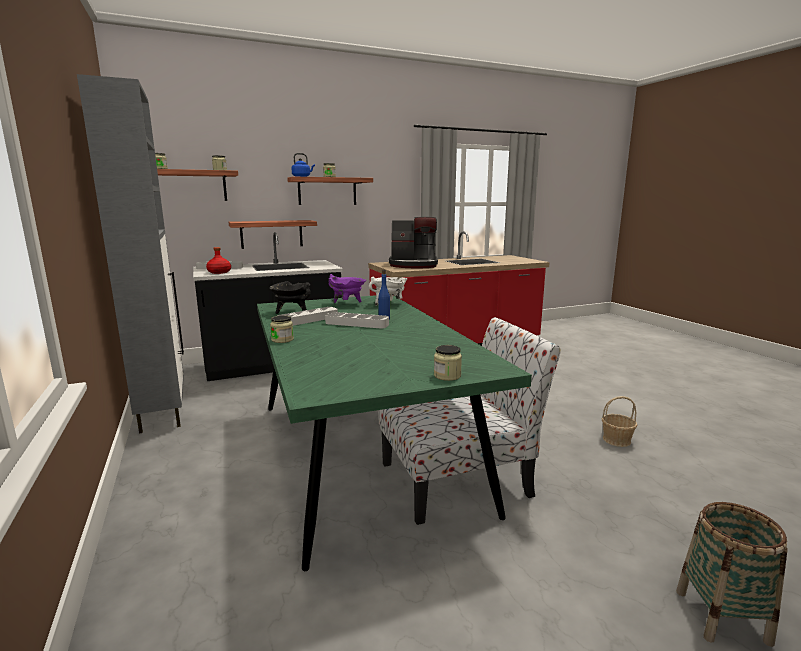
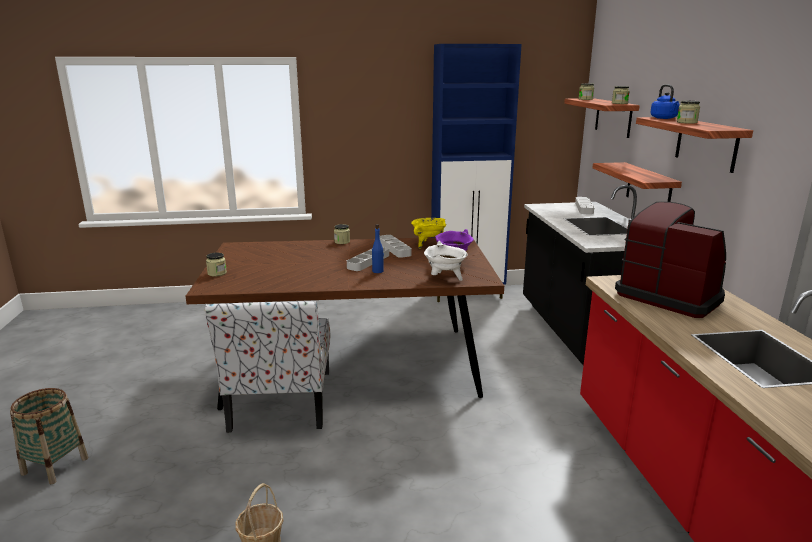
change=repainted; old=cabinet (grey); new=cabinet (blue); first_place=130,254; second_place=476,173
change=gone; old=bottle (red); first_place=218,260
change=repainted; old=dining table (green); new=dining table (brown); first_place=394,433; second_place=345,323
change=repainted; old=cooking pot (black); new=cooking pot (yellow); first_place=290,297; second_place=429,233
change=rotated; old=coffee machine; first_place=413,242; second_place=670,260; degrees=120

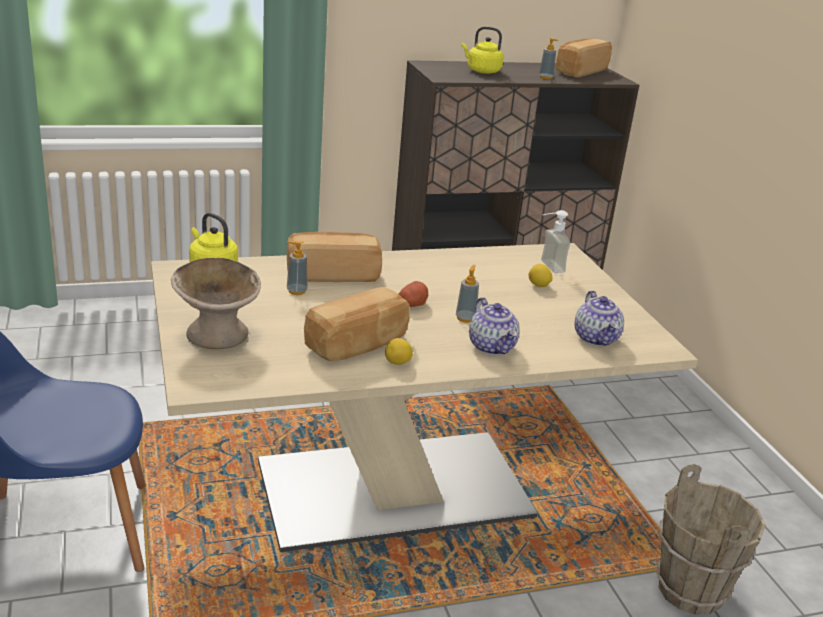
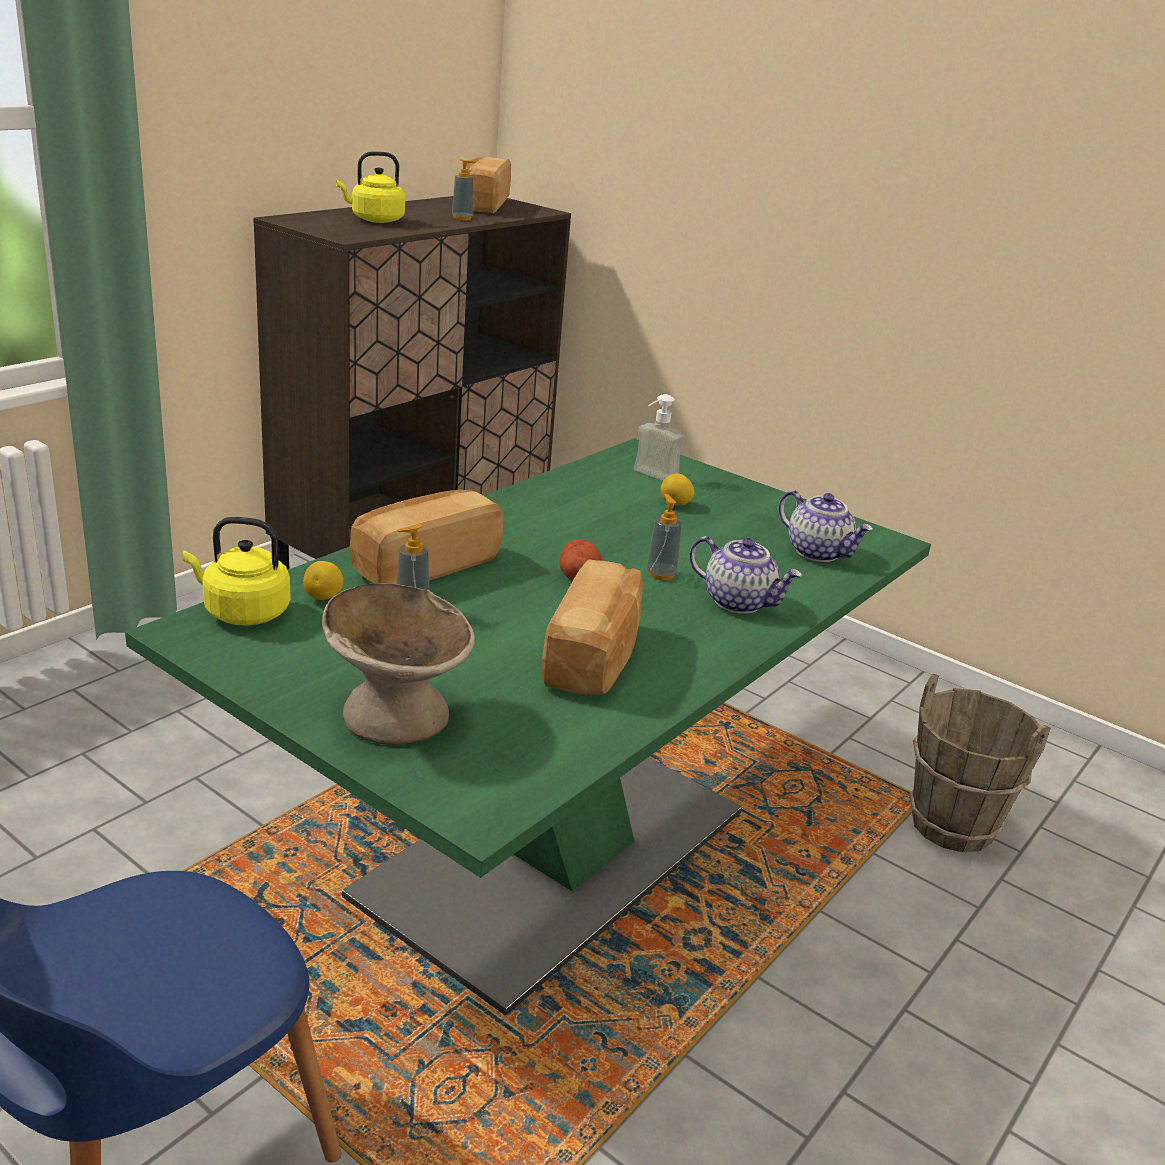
change=repainted; old=dining table (beige); new=dining table (green); first_place=424,397; second_place=528,727
change=shifted; old=lemon; first_place=399,351; second_place=323,580

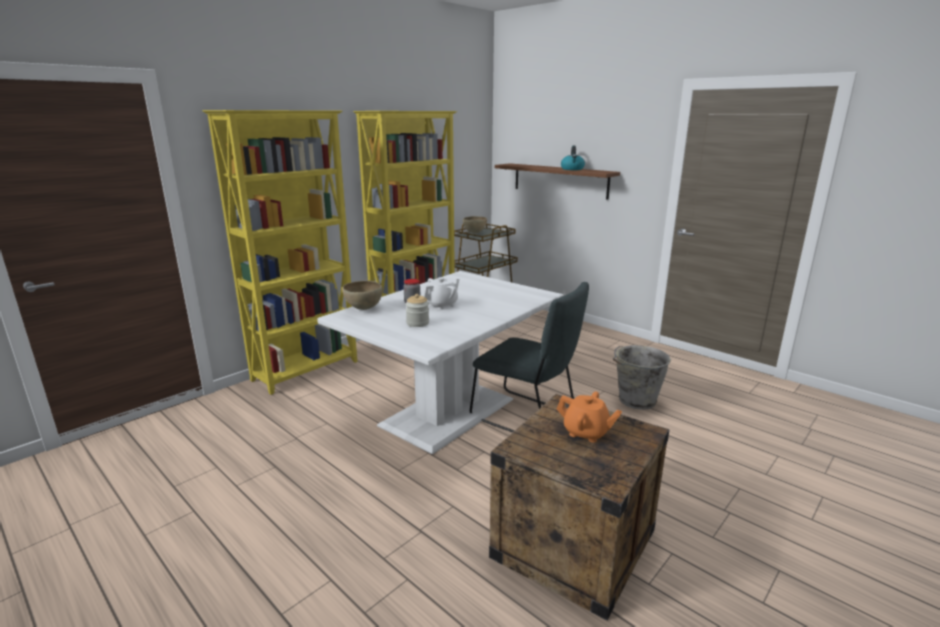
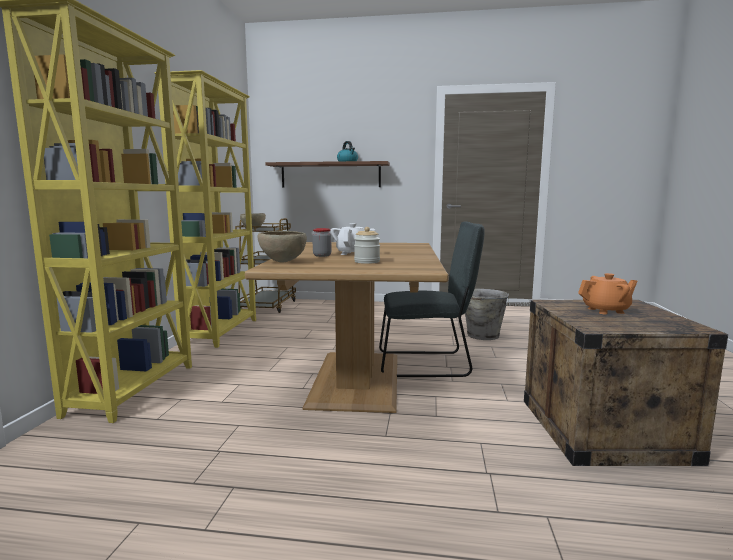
change=repainted; old=dining table (white); new=dining table (brown); first_place=440,362; second_place=346,327

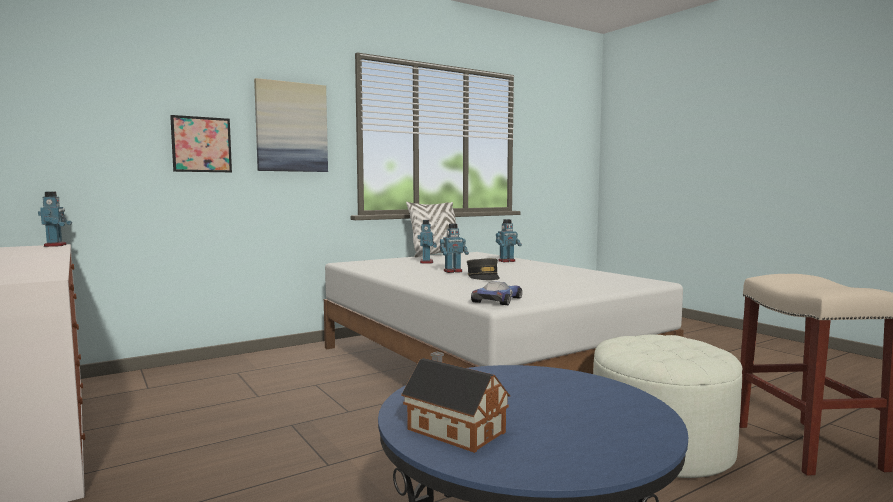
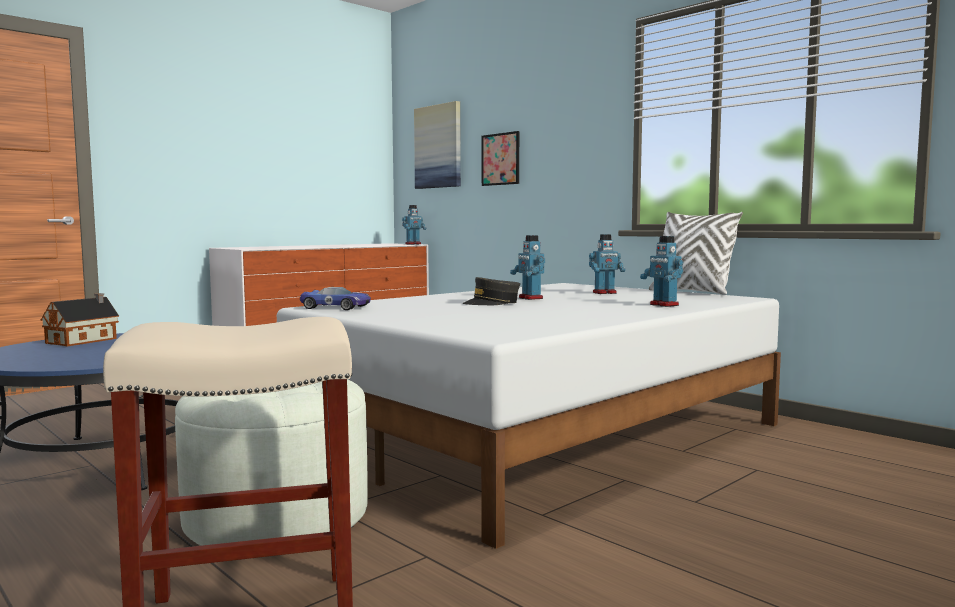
change=shifted; old=picture; first_place=291,125; second_place=437,145

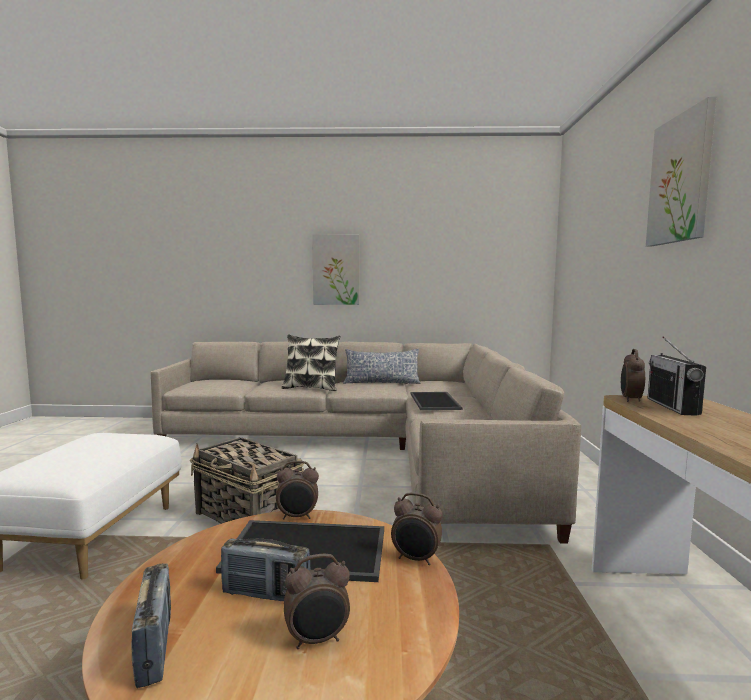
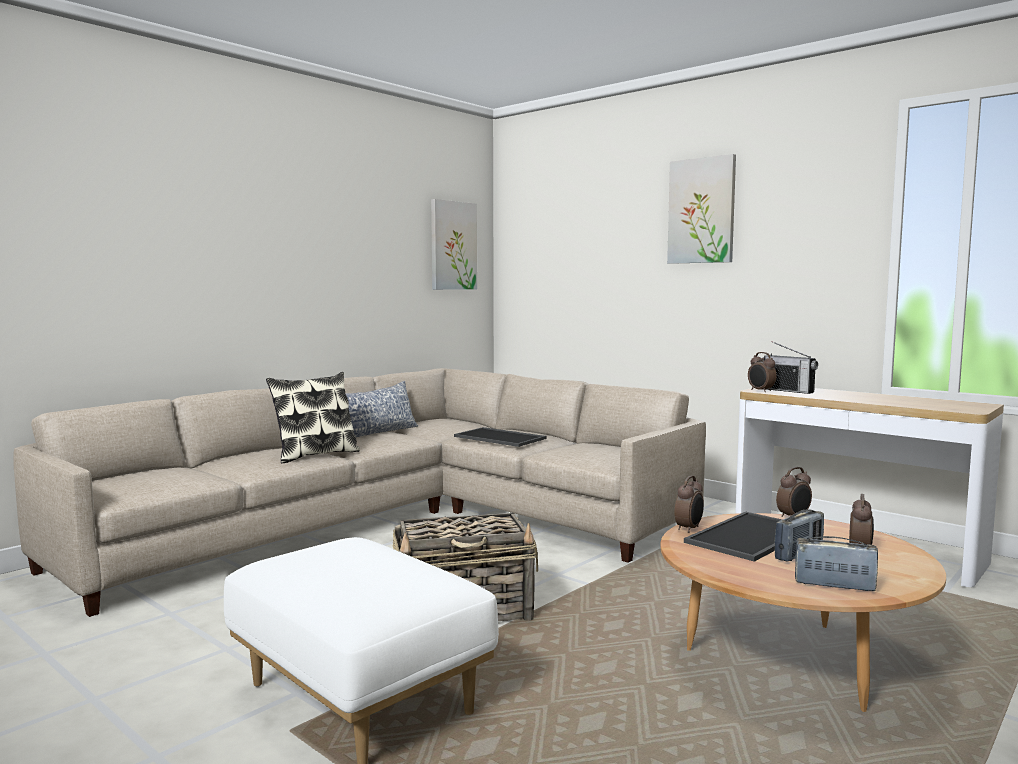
change=shifted; old=picture; first_place=335,270; second_place=454,244

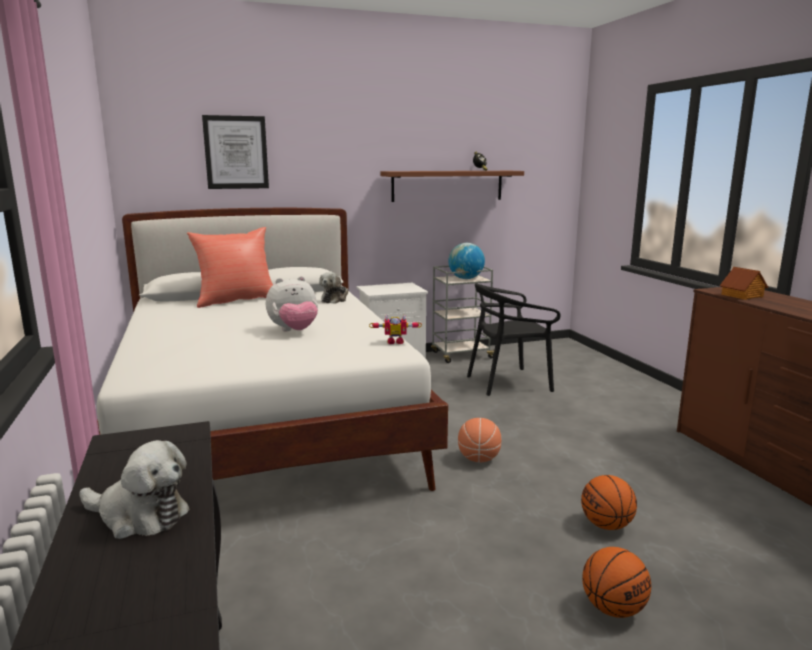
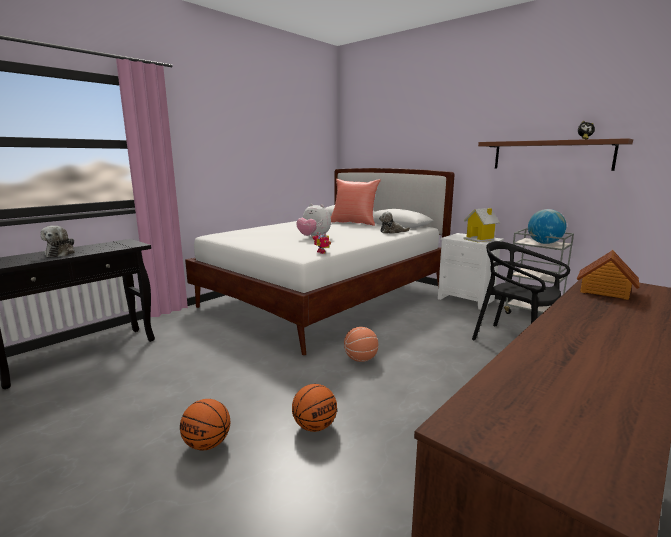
change=gone; old=picture; first_place=235,152
change=new; new=toy house; second_place=482,225

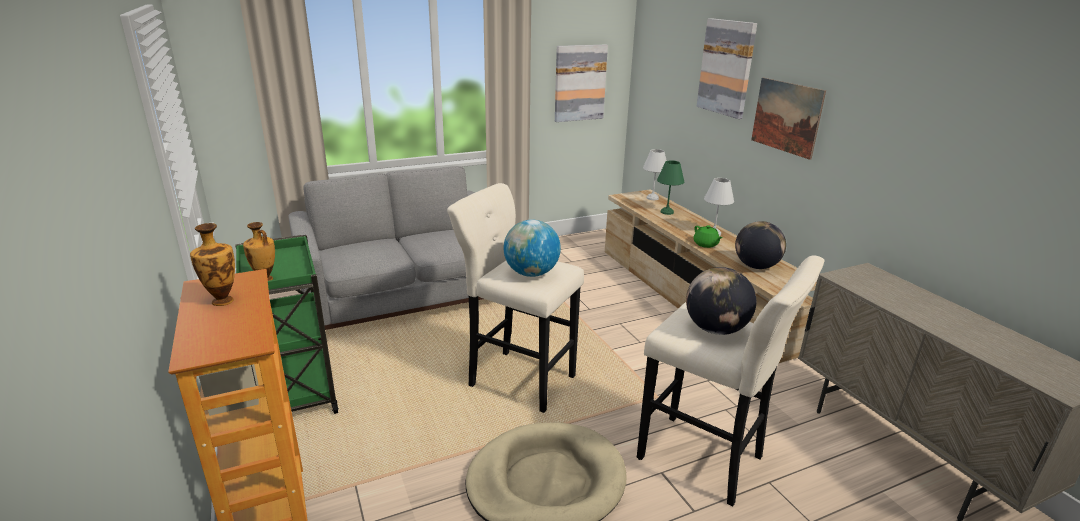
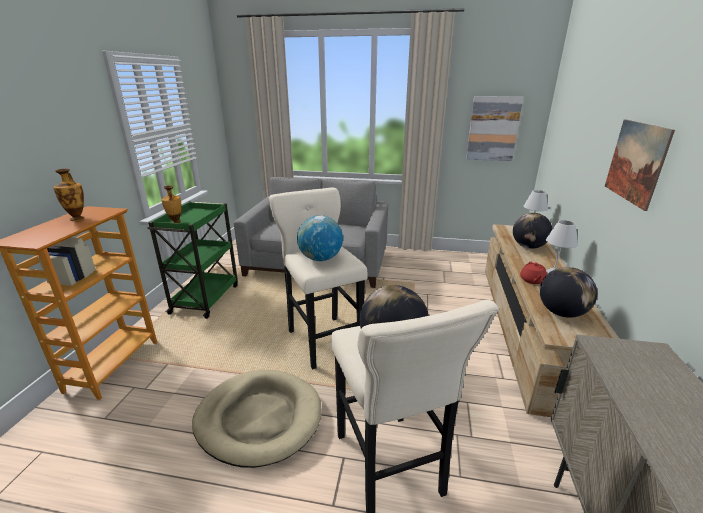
change=swapped; old=table lamp (green); new=globe; first_place=670,187; second_place=532,231
change=repainted; old=teapot (green); new=teapot (red); first_place=708,236; second_place=533,272
change=gone; old=picture; first_place=726,68

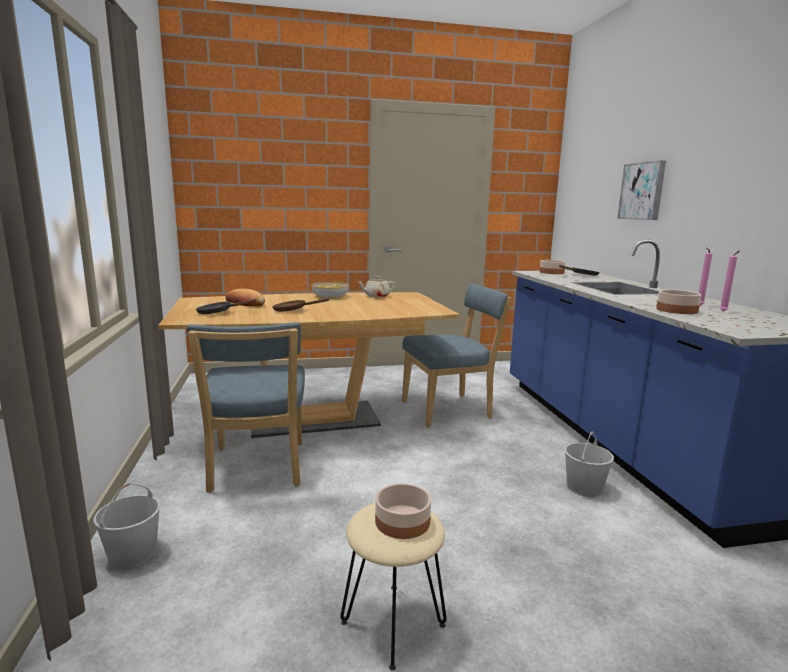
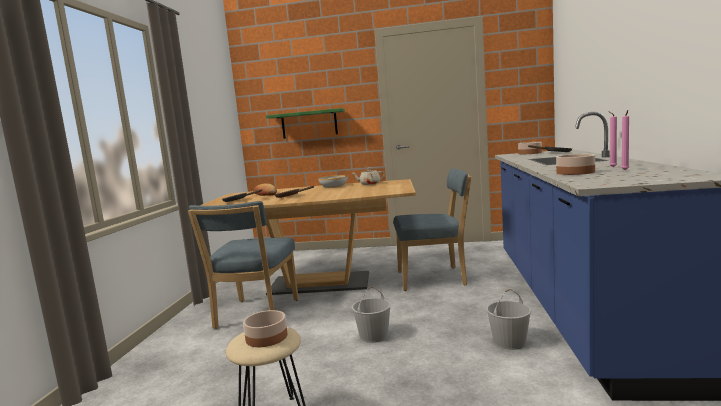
change=shifted; old=bucket (white); first_place=127,526; second_place=371,315
change=gone; old=picture; first_place=641,190
change=new; new=shelf (green); second_place=305,123

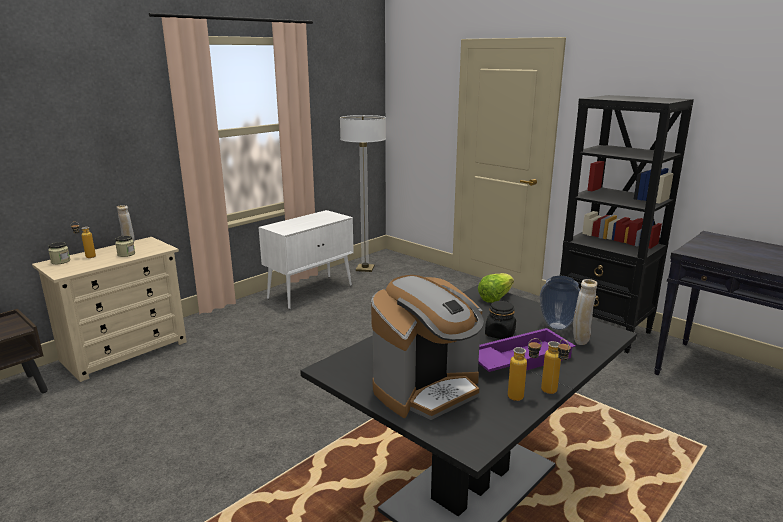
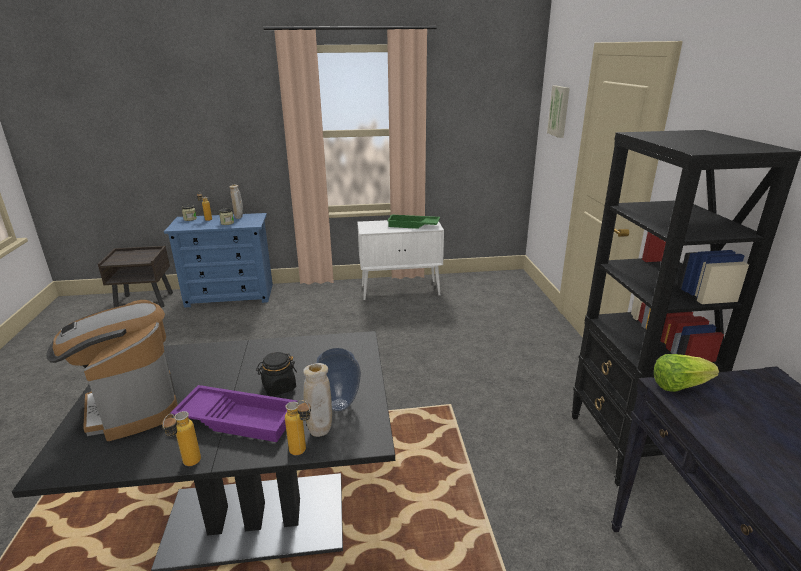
change=repainted; old=dresser (beige); new=dresser (blue); first_place=109,309; second_place=218,260
change=gone; old=floor lamp; first_place=363,193
change=rotated; old=coffee machine; first_place=427,347; second_place=112,370; degrees=60
change=shifted; old=lettuce; first_place=496,288; second_place=686,373
change=shifted; old=bottle; first_place=525,369; second_place=298,427
change=new; new=tray (green); second_place=413,221
change=new; new=picture; second_place=558,112

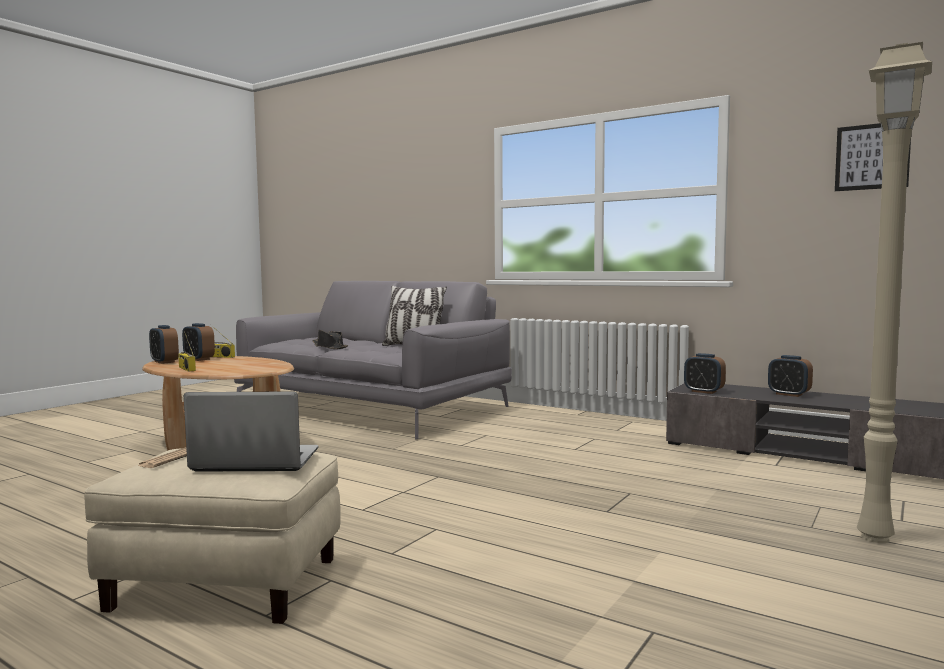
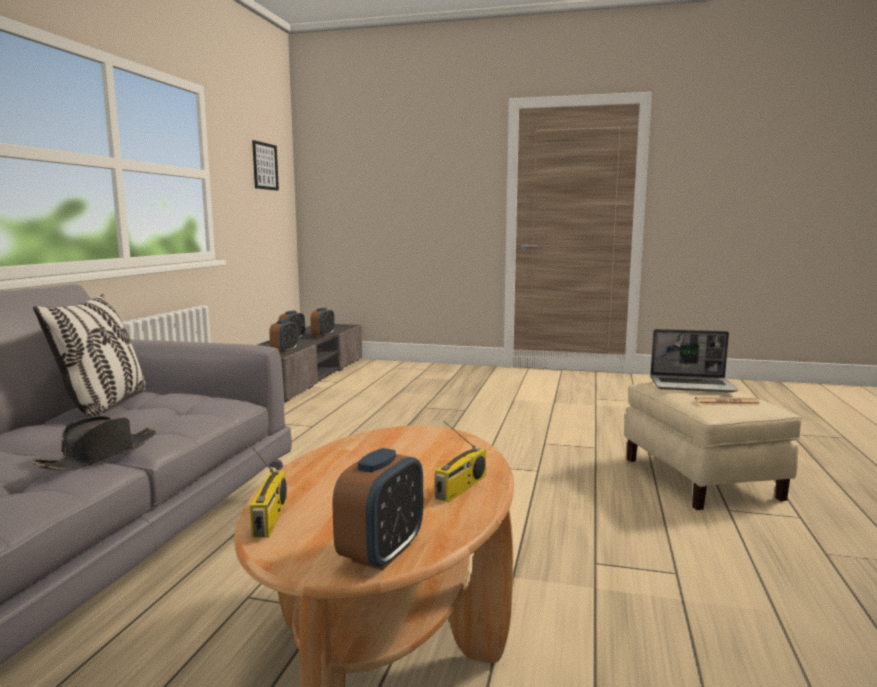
change=shifted; old=alarm clock; first_place=198,342; second_place=323,322
change=rotated; old=laptop; first_place=251,431; second_place=694,360; degrees=-60
change=gone; old=floor lamp (beige); first_place=894,292

